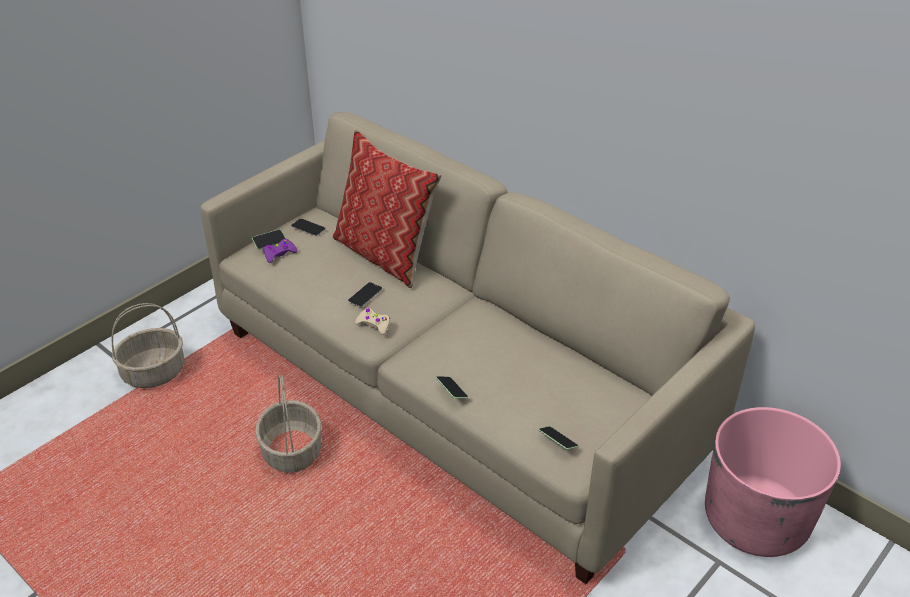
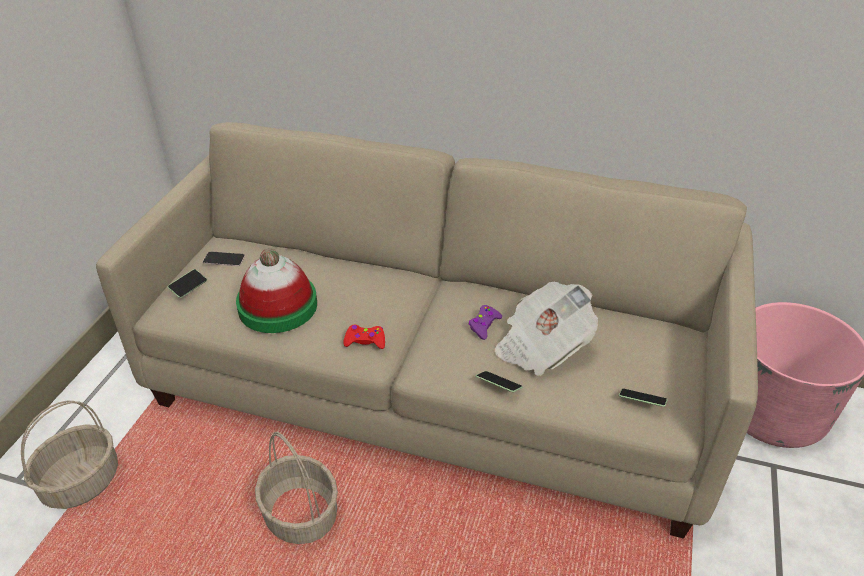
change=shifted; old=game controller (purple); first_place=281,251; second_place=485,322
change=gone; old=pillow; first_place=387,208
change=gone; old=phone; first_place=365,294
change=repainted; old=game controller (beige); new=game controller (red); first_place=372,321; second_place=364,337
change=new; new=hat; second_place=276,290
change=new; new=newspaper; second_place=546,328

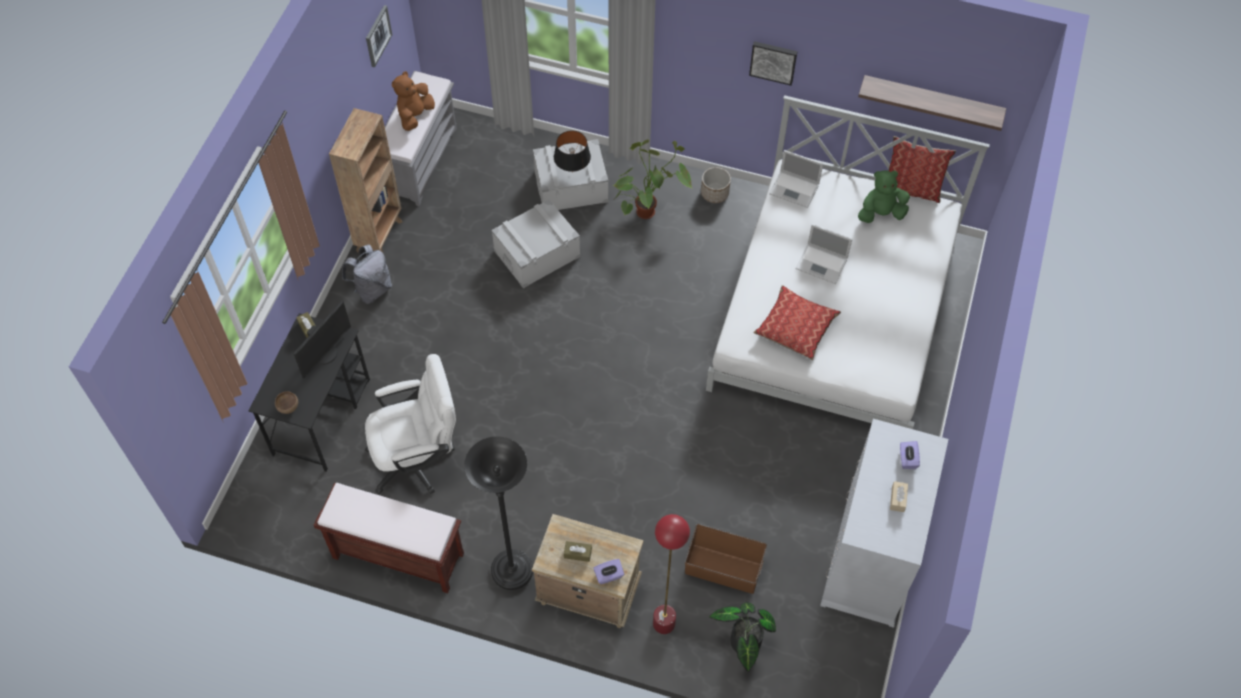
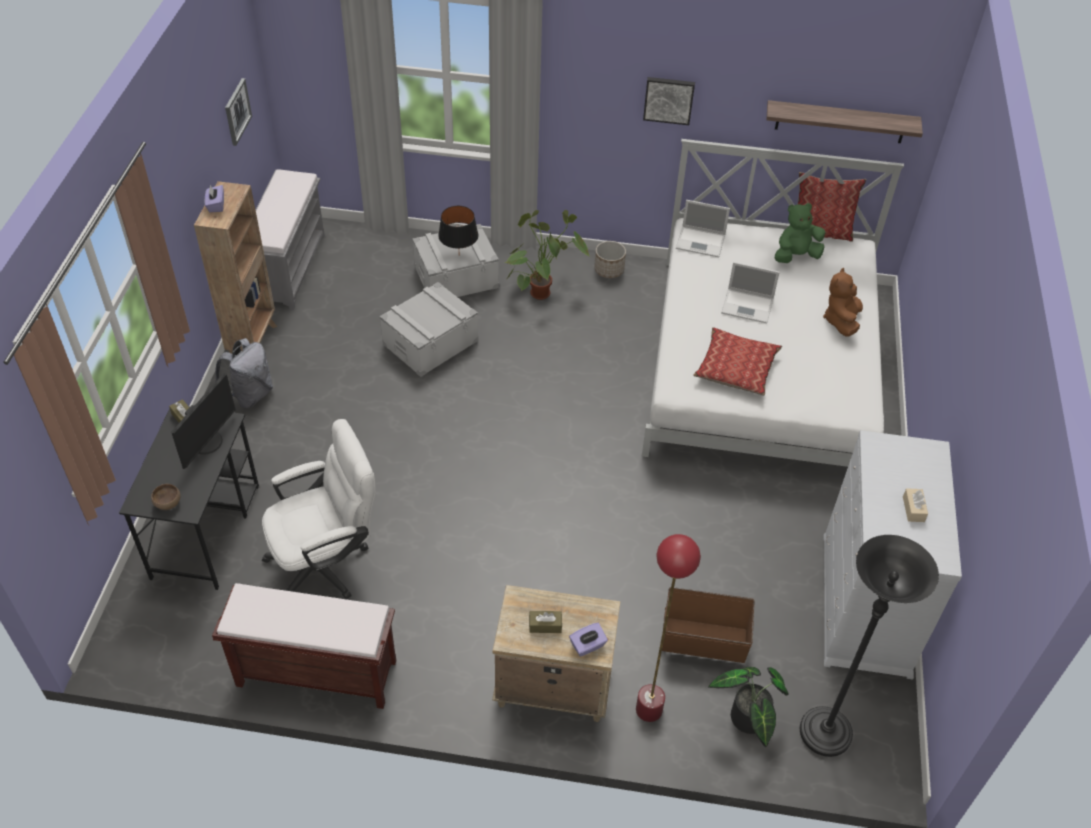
change=shifted; old=plush toy (brown); first_place=413,101; second_place=843,302
change=shifted; old=floor lamp (black); first_place=498,513; second_place=869,646
change=shifted; old=tissue box (purple); first_place=910,455; second_place=214,198

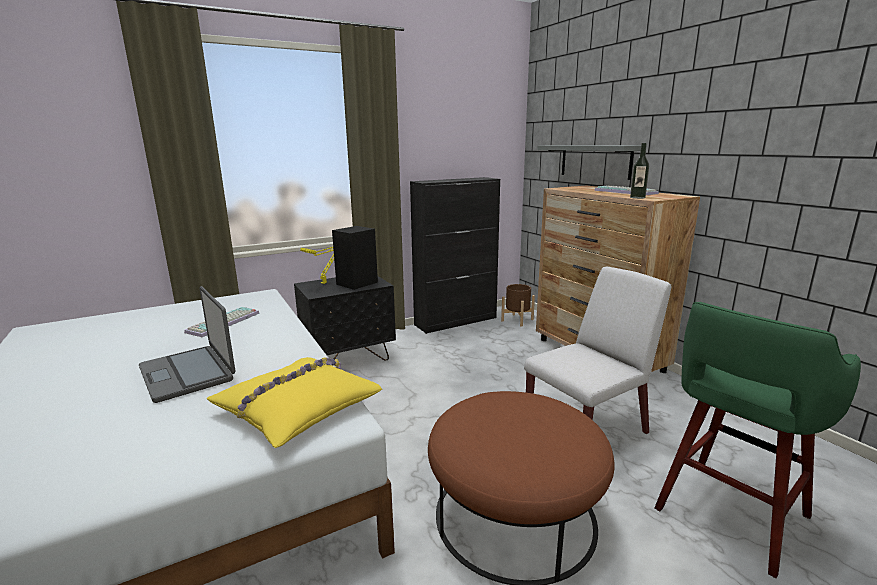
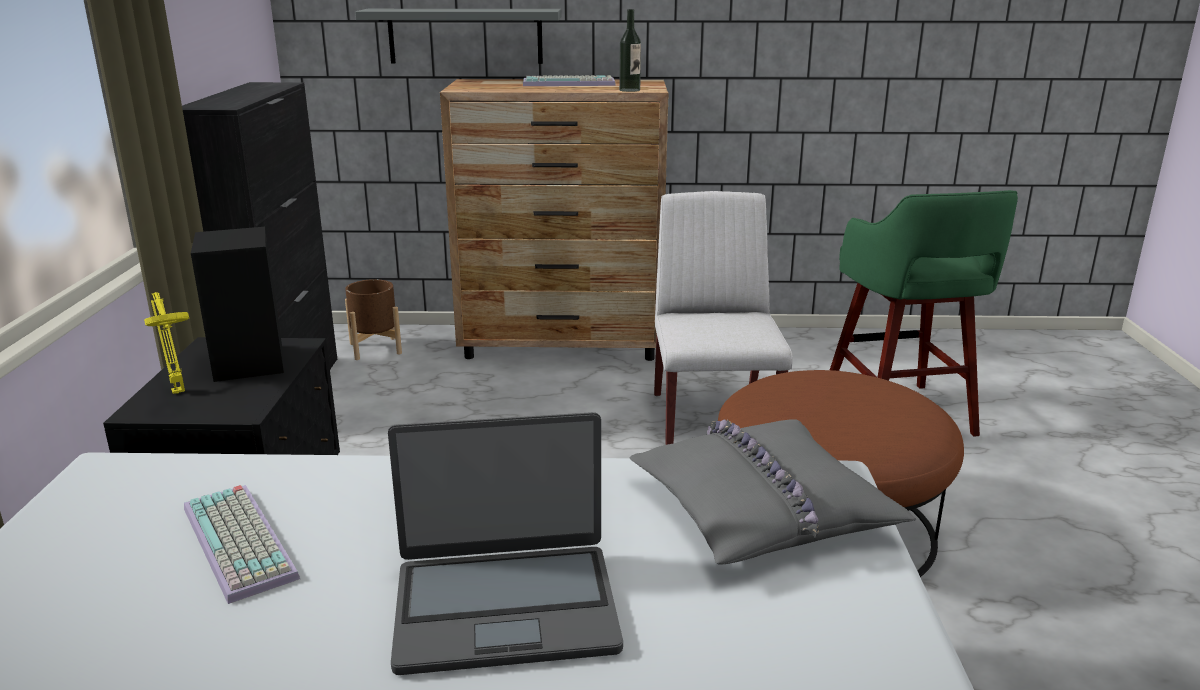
change=repainted; old=pillow (yellow); new=pillow (grey); first_place=294,402; second_place=773,492

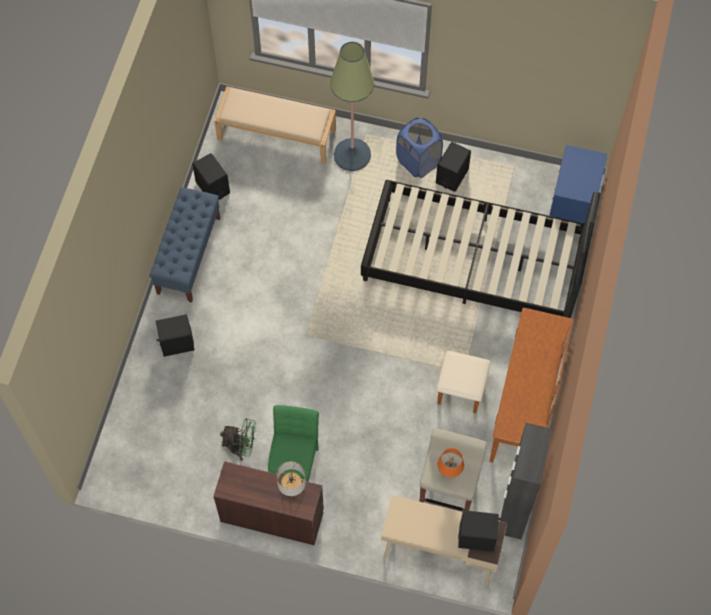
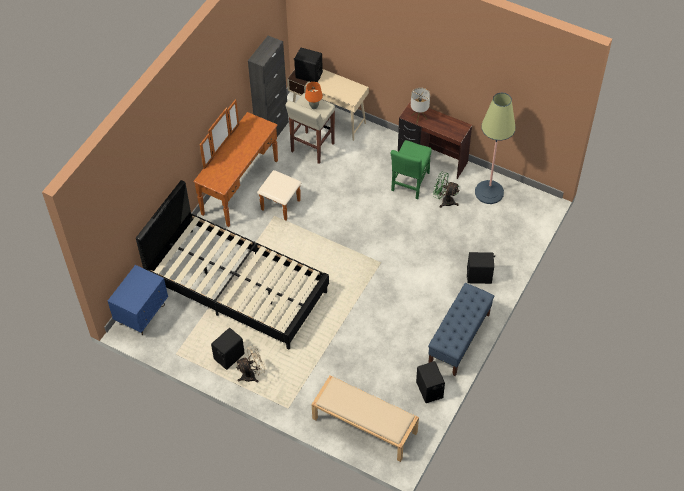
change=shifted; old=floor lamp; first_place=352,106; second_place=495,148
change=swapped; old=laundry basket (blue); new=fan (beige); first_place=419,148; second_place=251,364

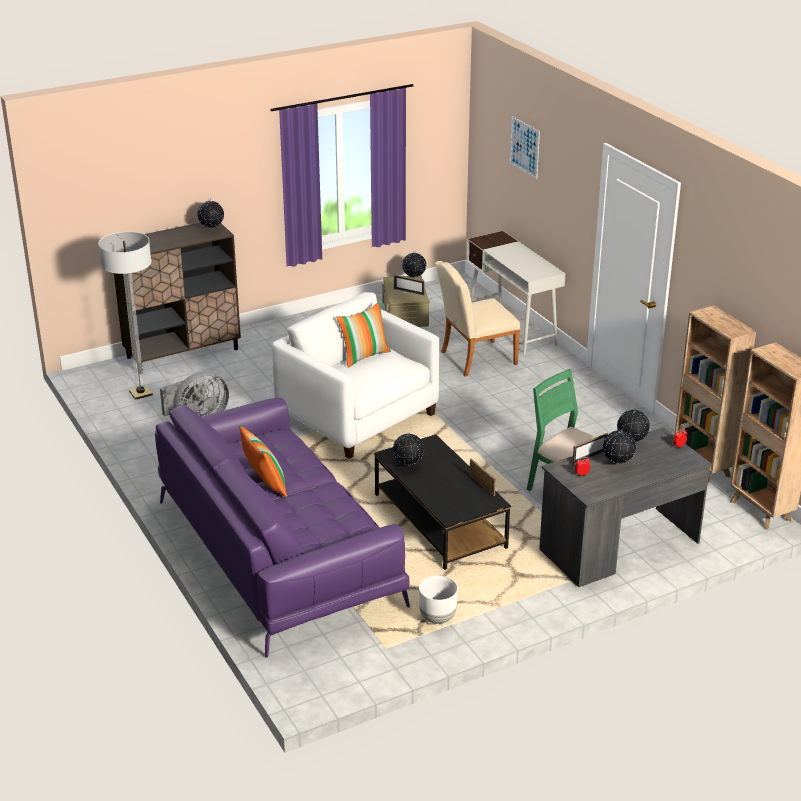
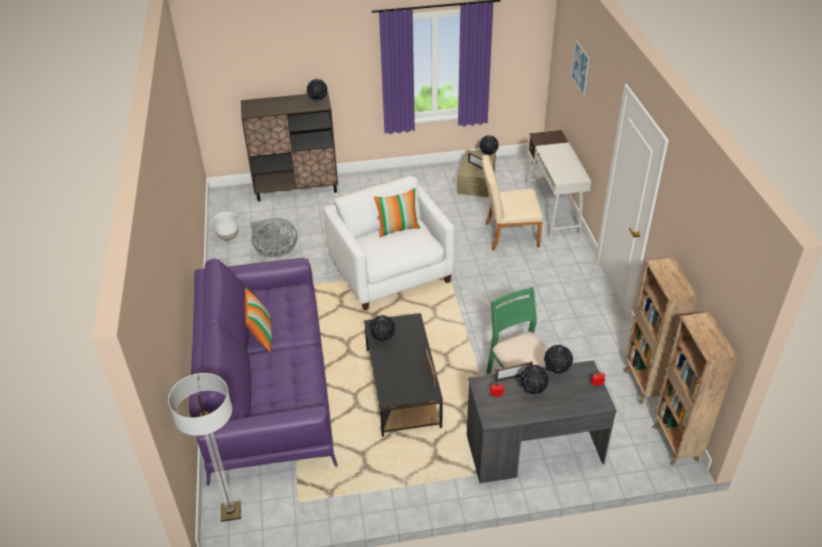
change=shifted; old=floor lamp; first_place=125,315; second_place=204,447
change=shifted; old=planter (white); first_place=438,600; second_place=226,226

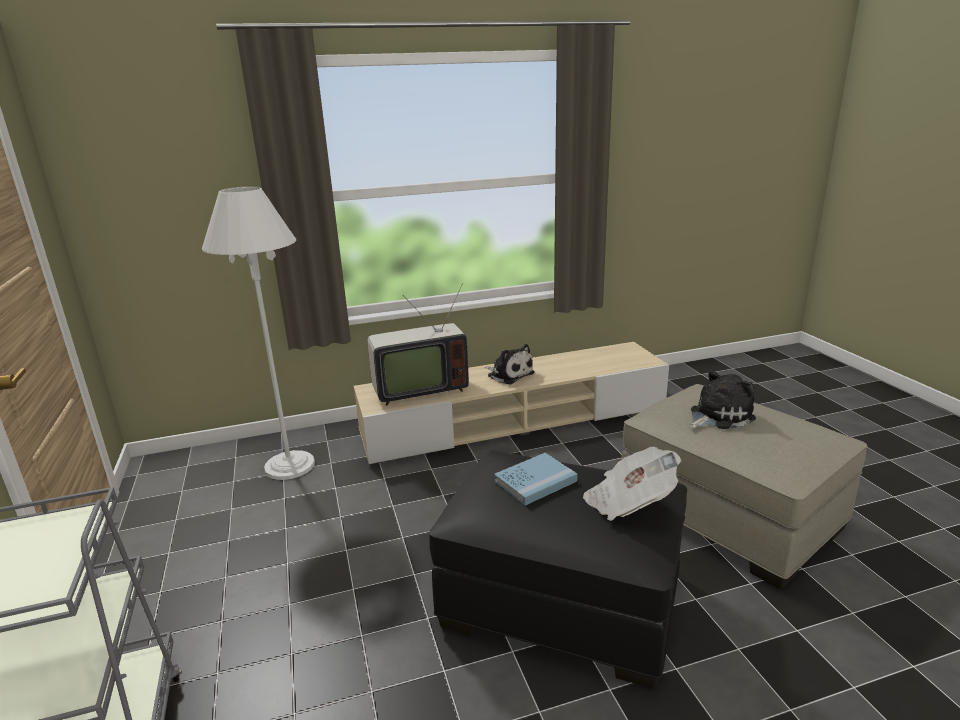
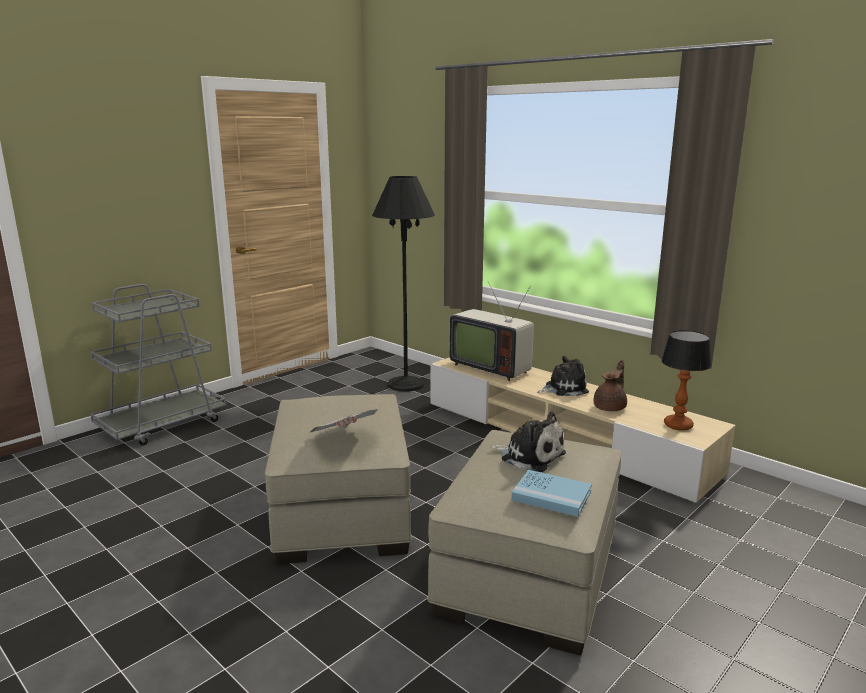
change=repainted; old=floor lamp (white); new=floor lamp (black); first_place=258,333; second_place=403,284
change=repainted; old=ottoman (black); new=ottoman (beige); first_place=558,569; second_place=338,479
change=rotated; old=plush toy; first_place=510,364; second_place=563,376; degrees=-120
change=shifted; old=book (blue); first_place=536,479; second_place=551,493
change=new; new=teapot (brown); second_place=610,385
change=new; new=table lamp; second_place=686,380

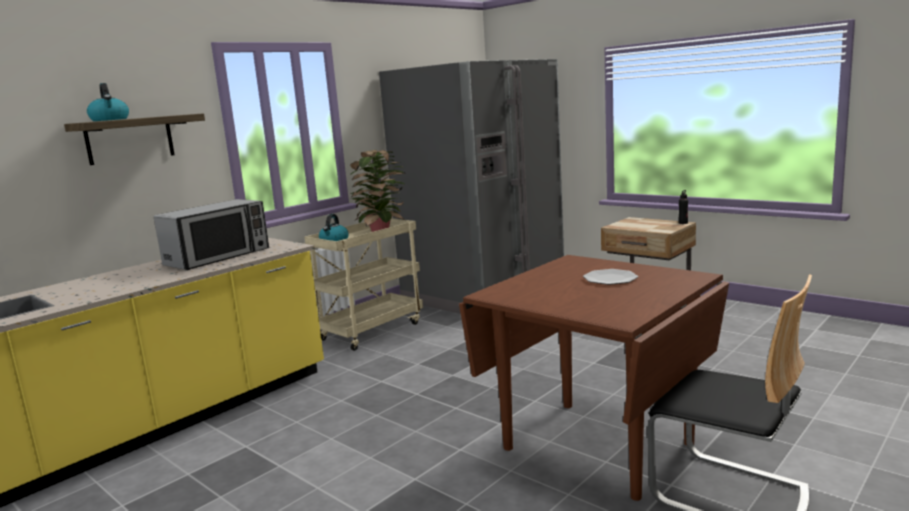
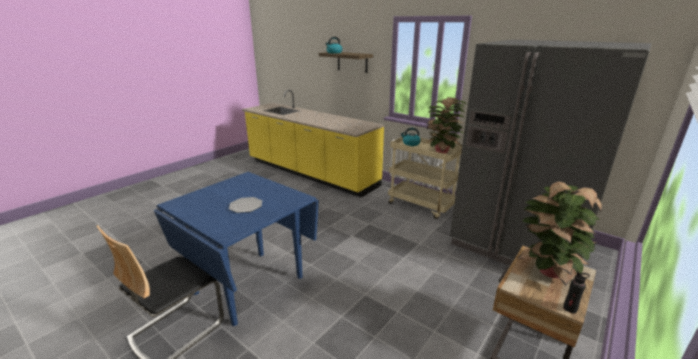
change=gone; old=microwave; first_place=211,234
change=repainted; old=dining table (brown); new=dining table (blue); first_place=594,378; second_place=236,249
change=new; new=potted plant; second_place=560,234

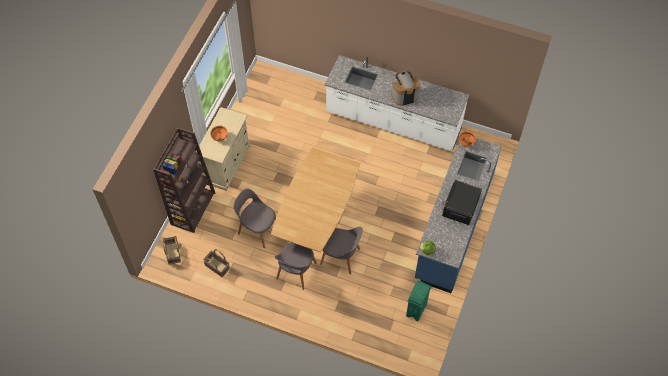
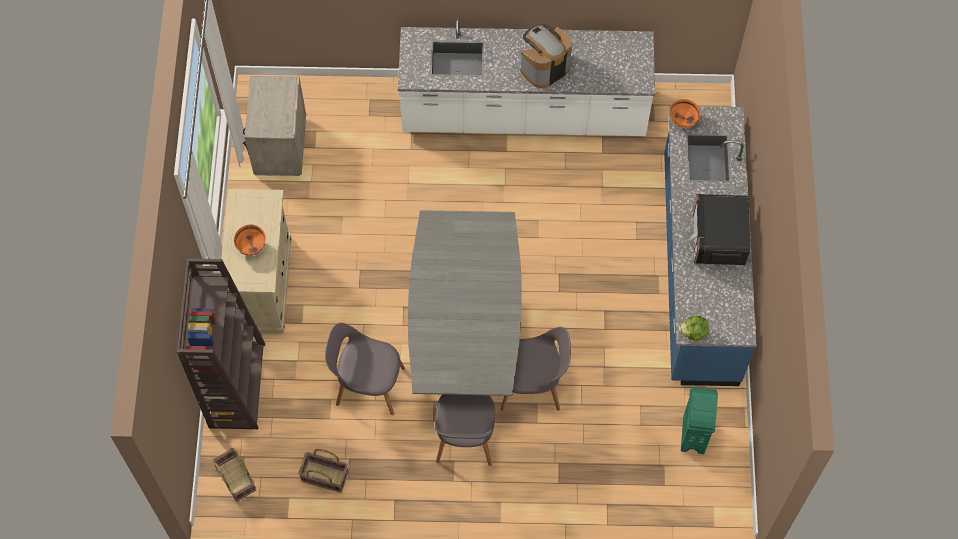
change=repainted; old=dining table (brown); new=dining table (grey); first_place=315,200; second_place=465,303
change=new; new=nightstand (beige); second_place=274,126

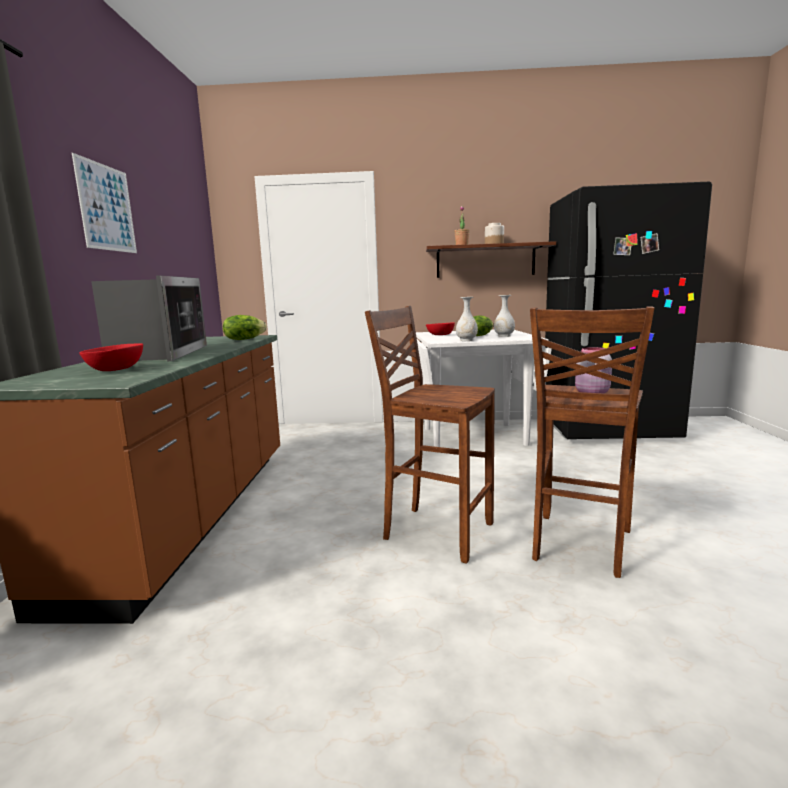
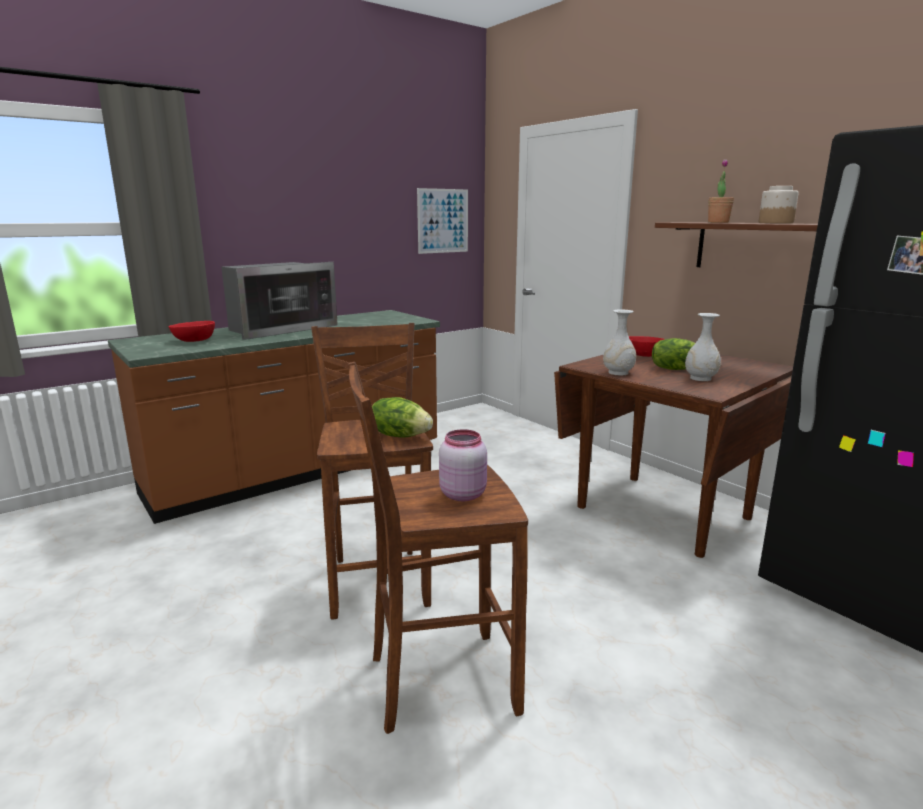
change=shifted; old=picture; first_place=104,203; second_place=442,221
change=shifted; old=lettuce; first_place=245,327; second_place=402,417
change=repainted; old=dining table (white); new=dining table (brown); first_place=484,388; second_place=673,456

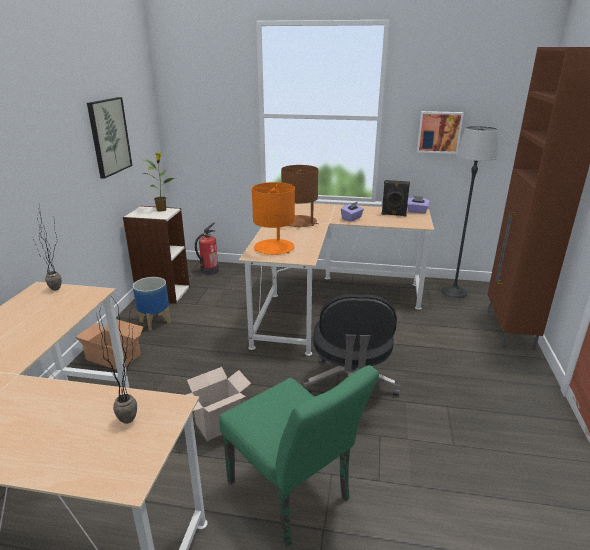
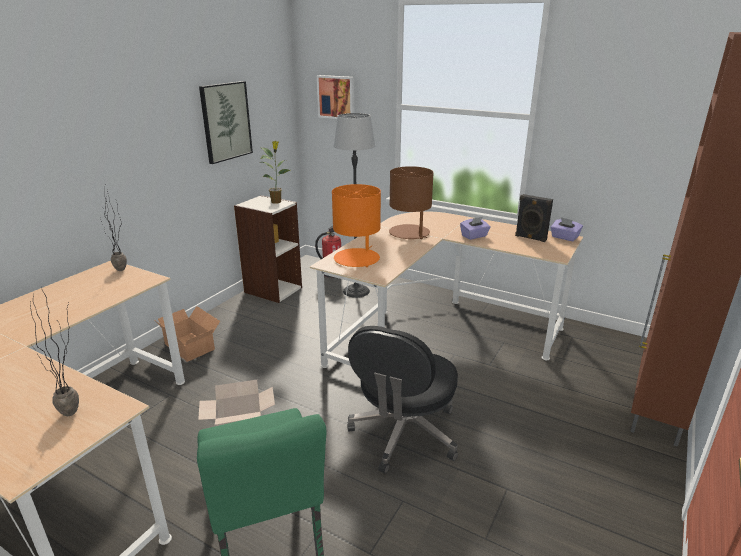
change=gone; old=planter; first_place=152,304
change=shifted; old=picture; first_place=440,132; second_place=336,97
change=shifted; old=floor lamp; first_place=469,212; second_place=354,205

